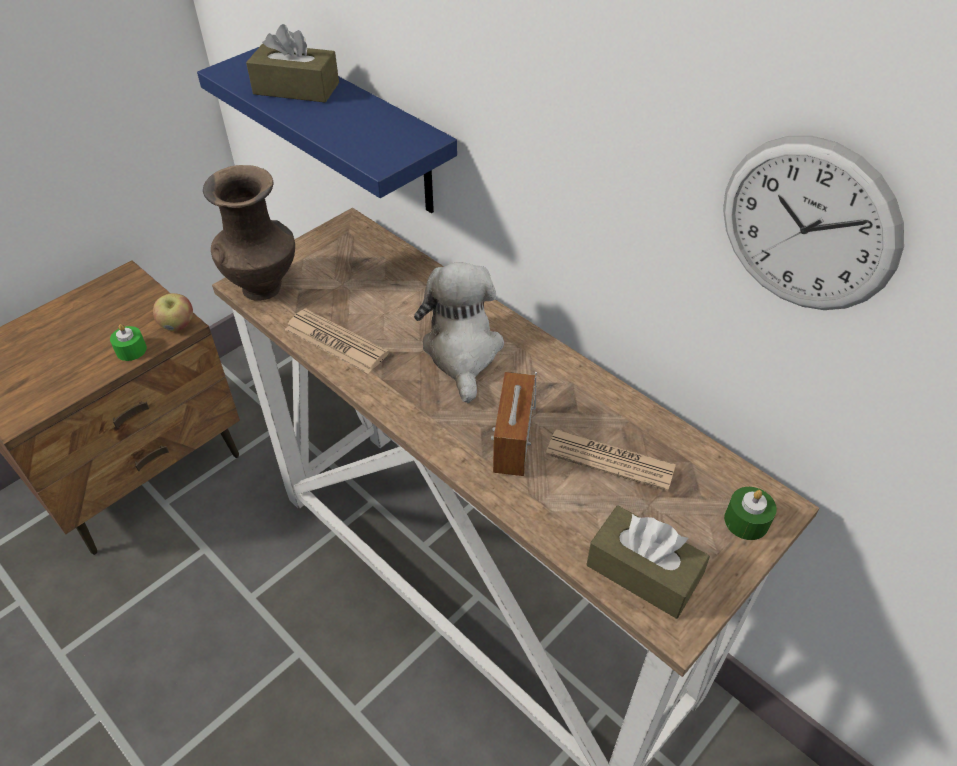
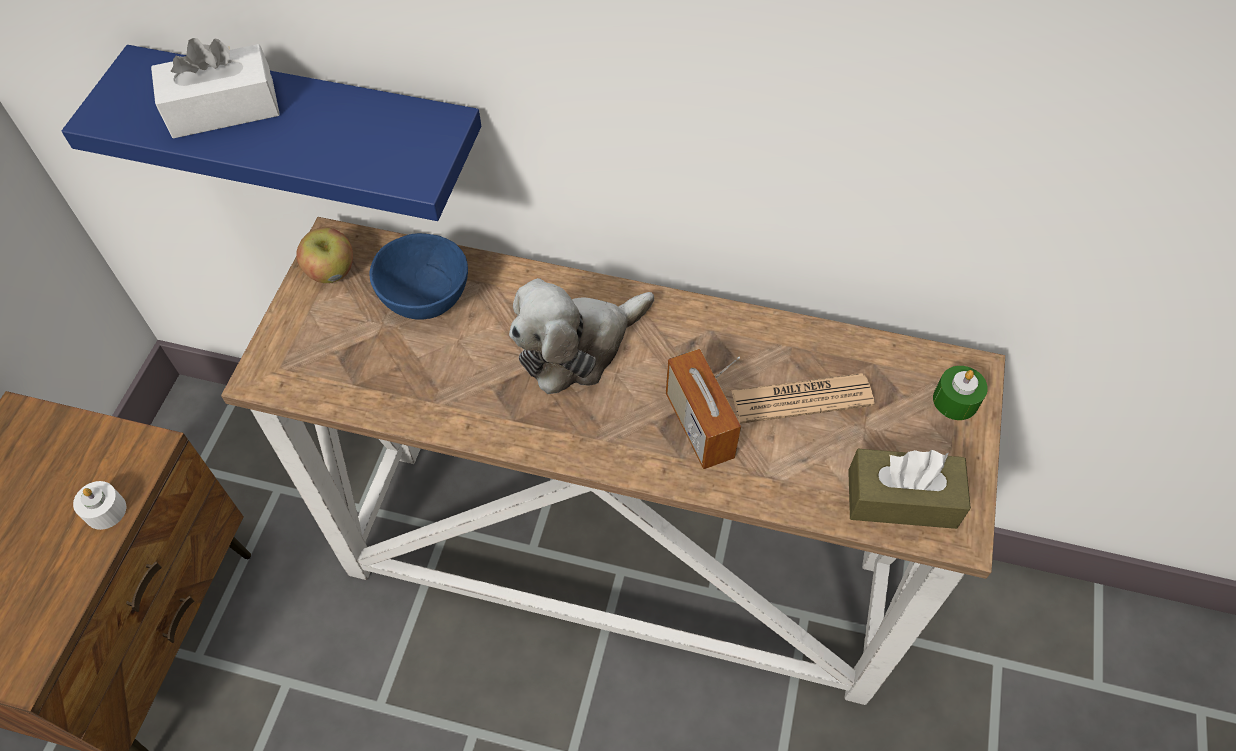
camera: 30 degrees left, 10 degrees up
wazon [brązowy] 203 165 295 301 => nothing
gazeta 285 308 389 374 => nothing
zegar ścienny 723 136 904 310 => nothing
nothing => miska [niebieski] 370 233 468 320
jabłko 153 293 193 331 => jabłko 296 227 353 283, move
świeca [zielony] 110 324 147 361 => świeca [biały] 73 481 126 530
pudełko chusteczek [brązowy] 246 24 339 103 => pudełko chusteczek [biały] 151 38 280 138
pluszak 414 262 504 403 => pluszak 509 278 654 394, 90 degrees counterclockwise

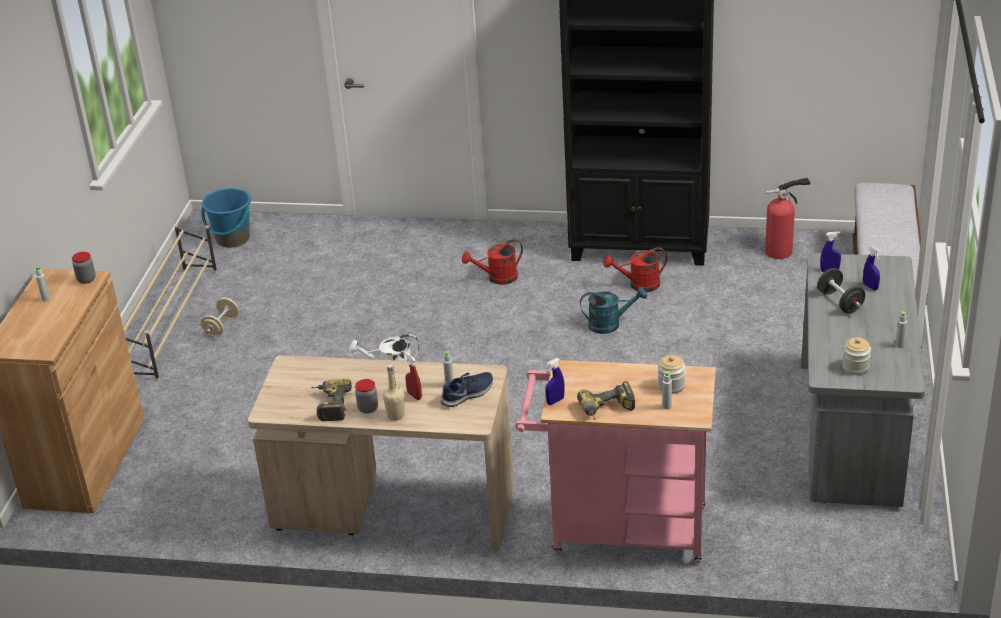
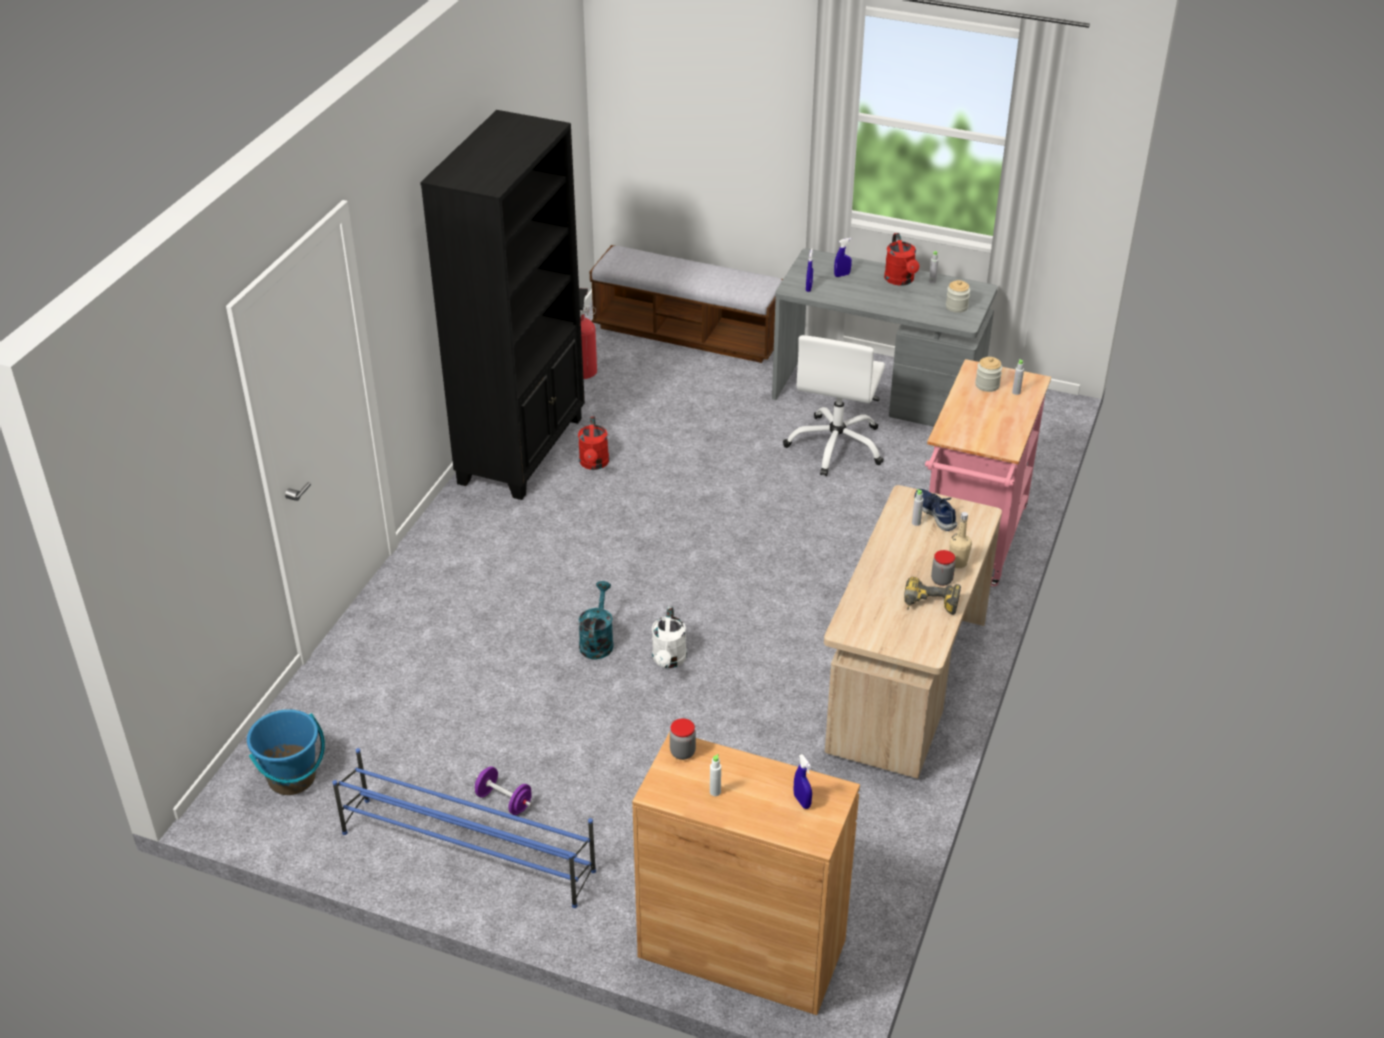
camera: 80 degrees left, 5 degrees up
spryskiwacz [czerwony] 405 352 422 400 => nothing
wiertarka 577 381 635 420 => nothing
hantel [czarny] 817 268 865 313 => nothing
nothing => krzesło biurowe [biały] 783 335 885 476
konewka [czerwony] 462 239 523 285 => konewka [czerwony] 884 233 919 286, move
spryskiwacz [niebieski] 545 358 565 405 => spryskiwacz [niebieski] 794 754 812 809, move
konewka [turkusowy] 580 287 647 334 => konewka [turkusowy] 579 581 614 659, move
regał na buty [beżowy] 123 225 217 381 => regał na buty [niebieski] 332 748 596 908
hantel [beżowy] 201 298 239 337 => hantel [fioletowy] 475 766 532 815

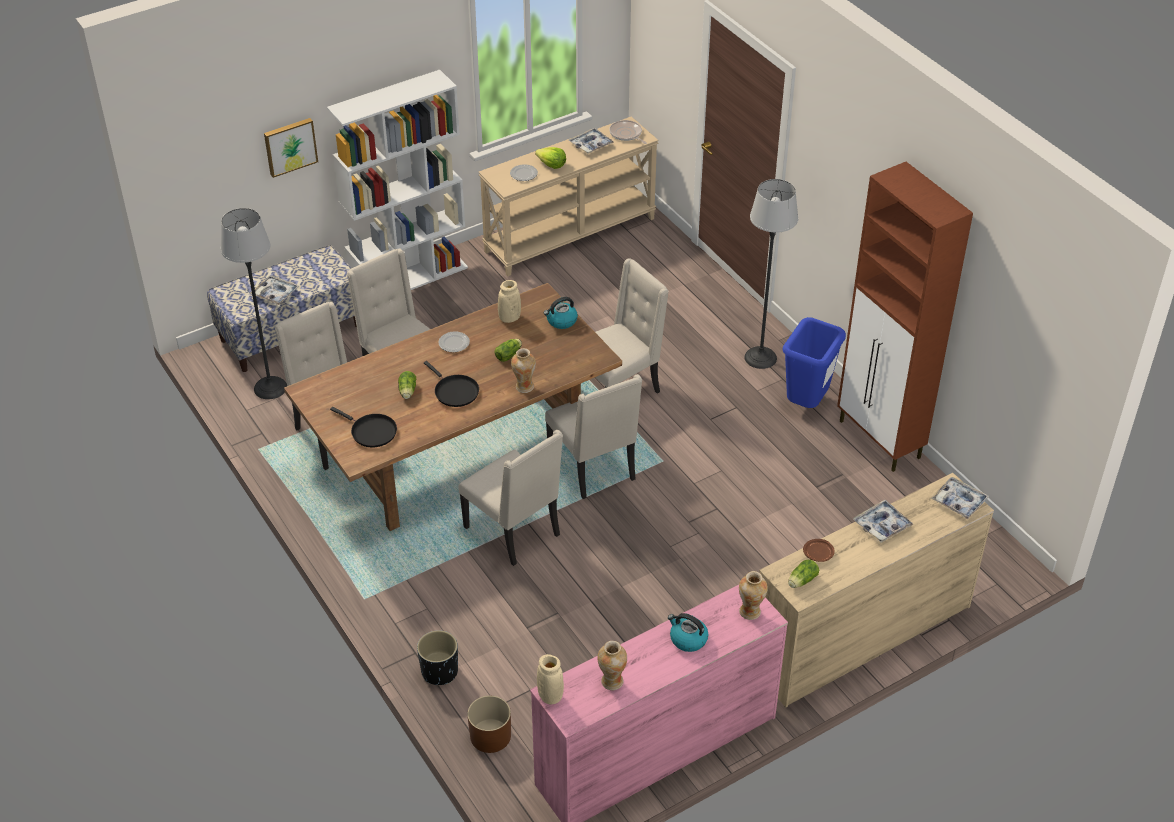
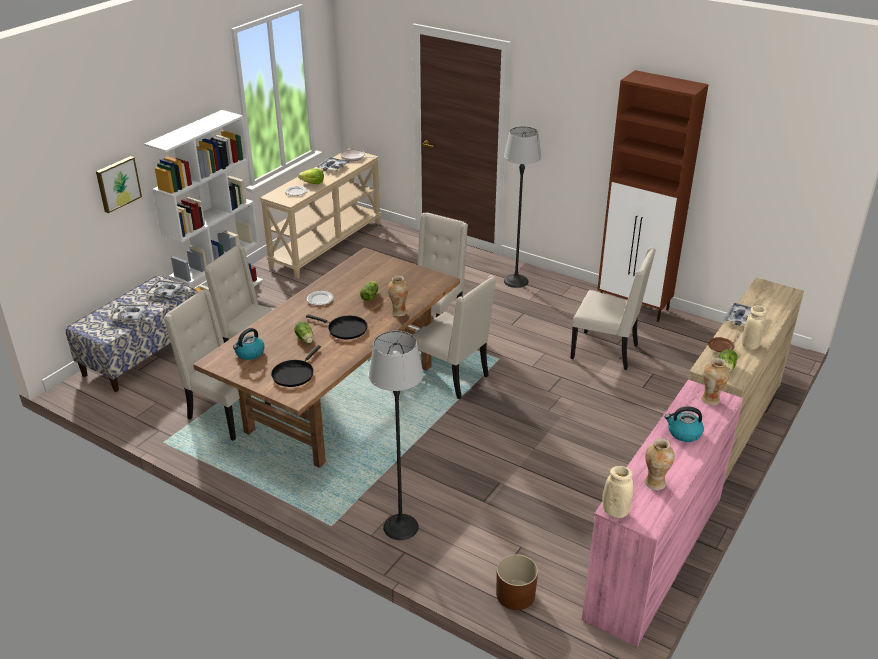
camera: 25 degrees left, 10 degrees down
donica [czarny] 417 630 458 685 => nothing
kosz na śmieci [niebieski] 782 317 846 408 => nothing
lampa stojąca 221 208 287 399 => lampa stojąca 369 331 424 540, move
krzesło [beżowy] 459 430 563 566 => krzesło [beżowy] 571 247 656 370, move
wazon [beżowy] 498 280 521 323 => wazon [beżowy] 742 306 767 350, move
czajnik 544 297 578 329 => czajnik 233 328 265 360, move
taca 930 477 989 520 => taca 144 280 187 298, move
patelnia [czarny] 330 407 397 447 => patelnia [czarny] 271 345 321 387, 105 degrees clockwise

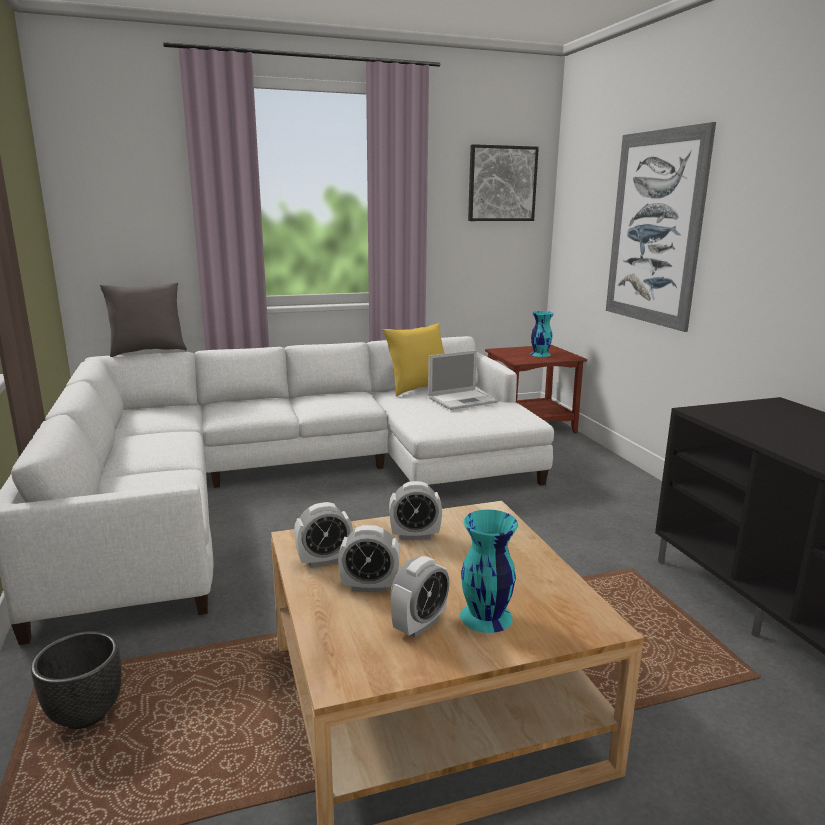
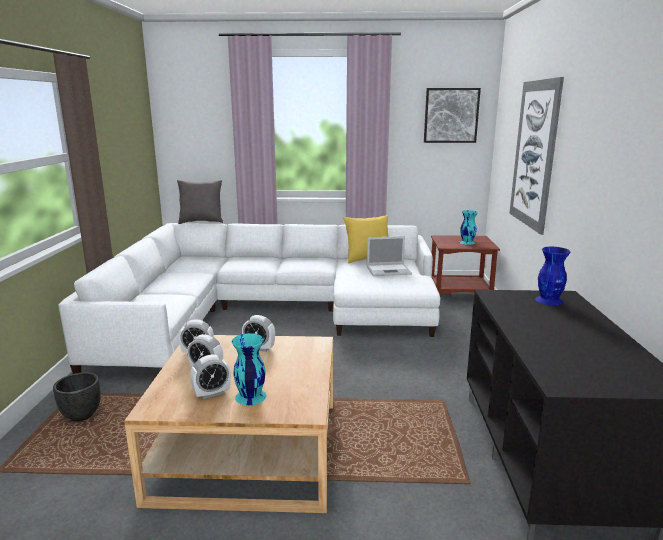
camera: 20 degrees right, 0 degrees up
nothing => wazon [niebieski] 535 247 570 305

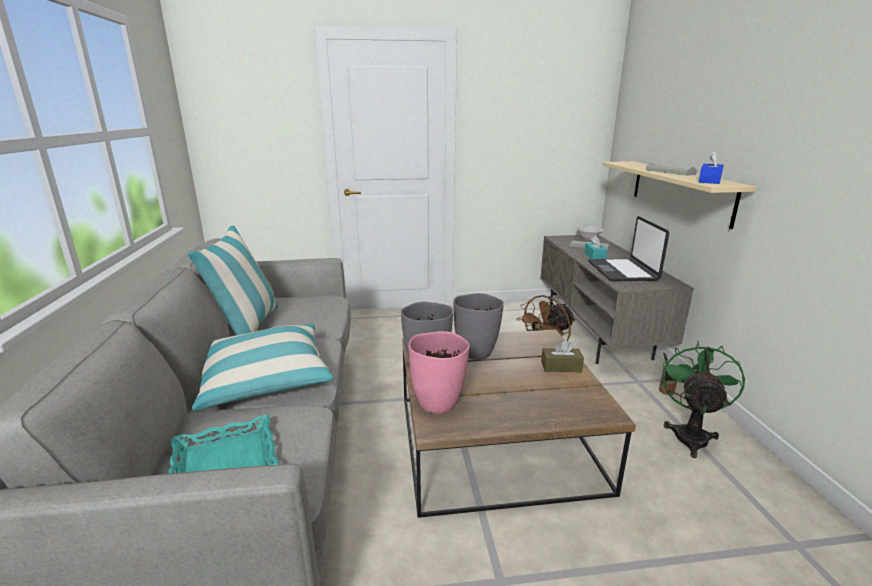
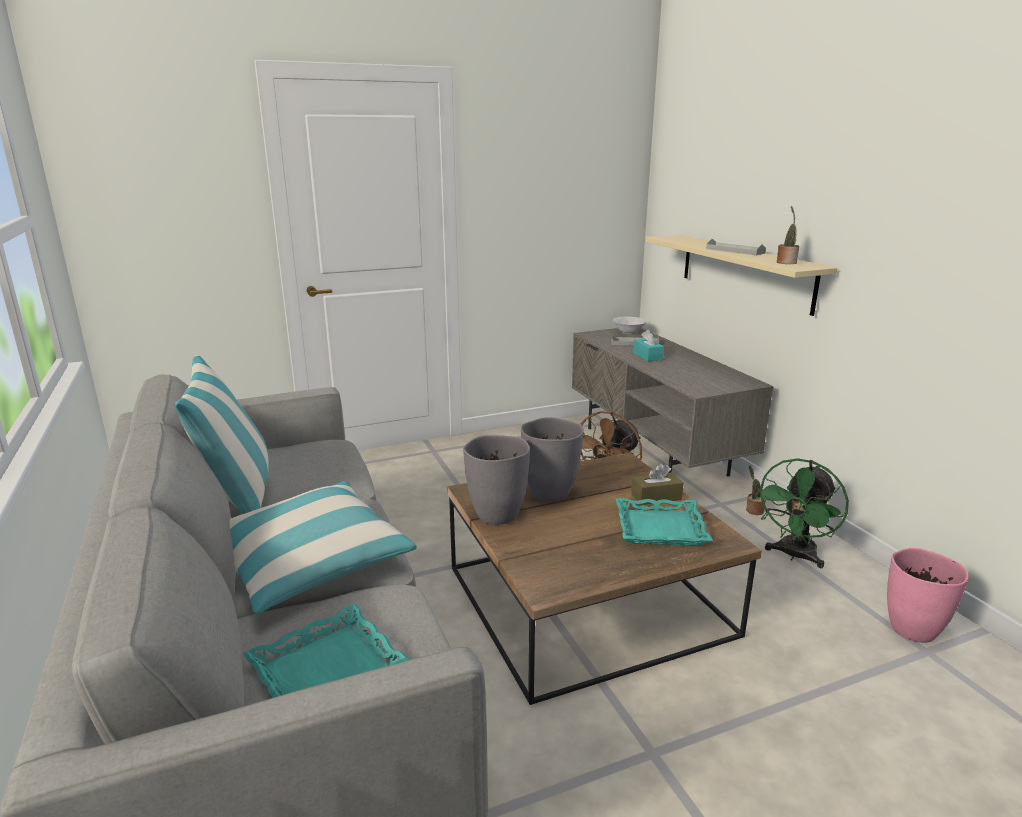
camera: 15 degrees left, 0 degrees up
laptop 588 216 669 281 => nothing
nothing => taca [turkusowy] 616 498 713 545
wazon [różowy] 409 331 470 414 => wazon [różowy] 887 548 968 643, move
pudełko chusteczek [niebieski] 699 150 724 184 => roślina doniczkowa 777 206 799 264
wentylator [zielony] 662 341 745 458 => wentylator [zielony] 755 458 849 568, 150 degrees counterclockwise

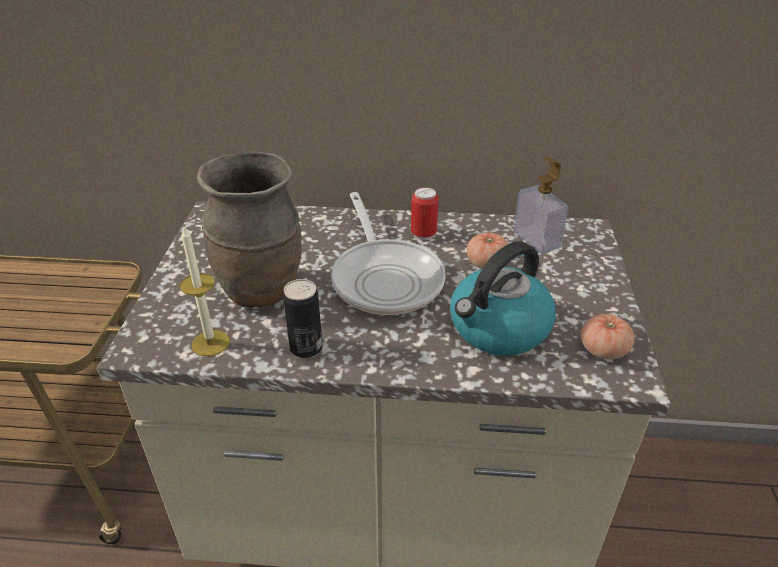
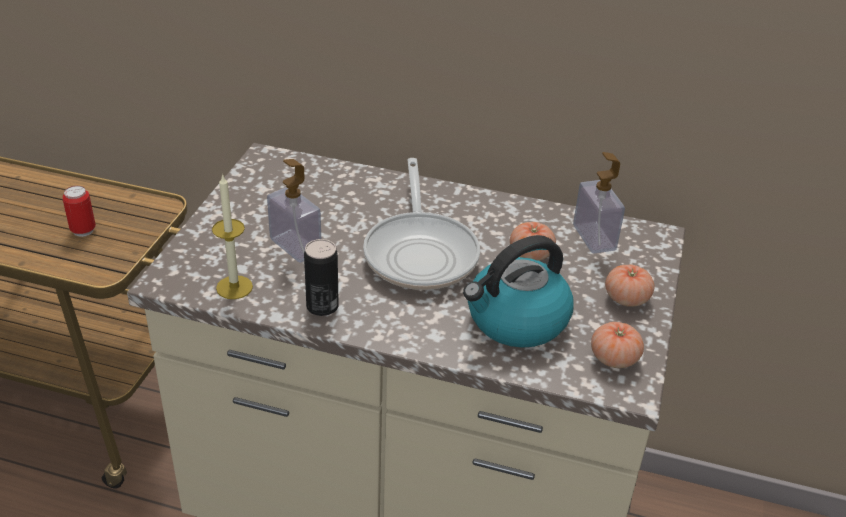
camera: 10 degrees right, 0 degrees up
nothing => pomidor 605 264 655 307
puszka 411 187 438 240 => puszka 62 186 96 237, move
wazon [brązowy] 197 152 302 307 => dozownik mydła 267 159 321 263

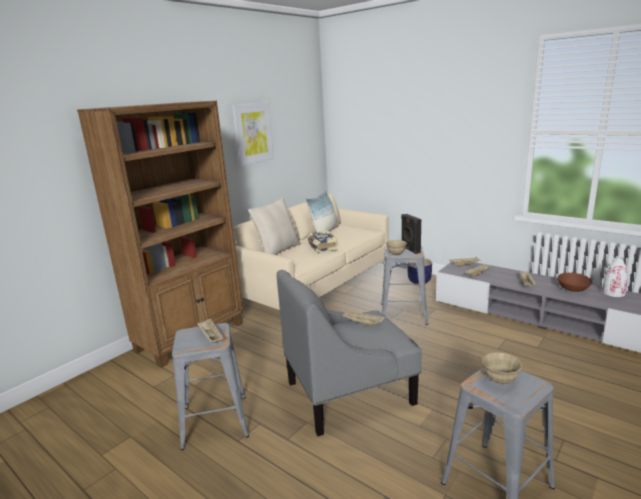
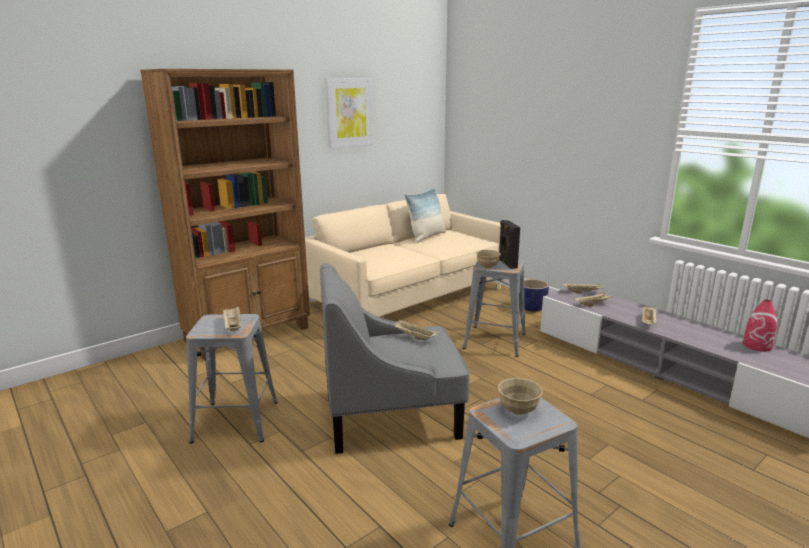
camera: 10 degrees right, 0 degrees up
poduszka [beżowy] 248 197 301 255 => nothing
książka 308 231 338 253 => nothing
miska [brązowy] 558 273 592 292 => nothing
wazon [biały] 602 257 628 297 => wazon [czerwony] 743 299 777 352

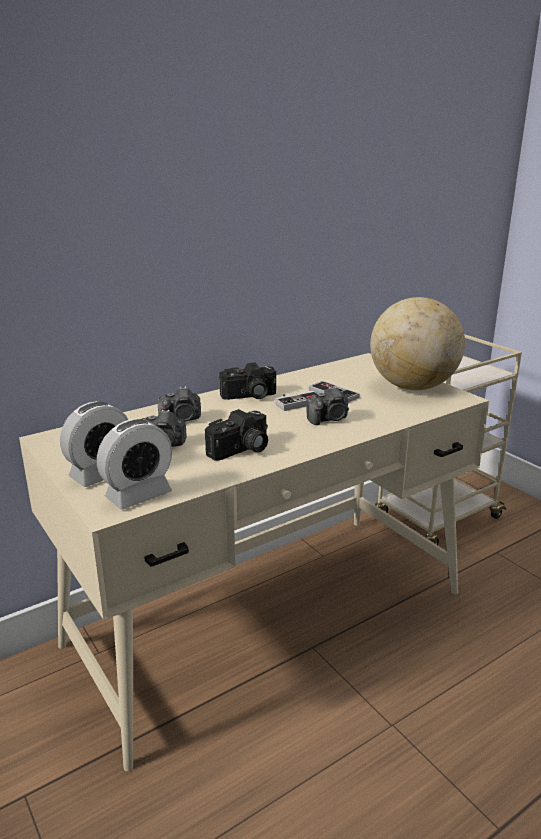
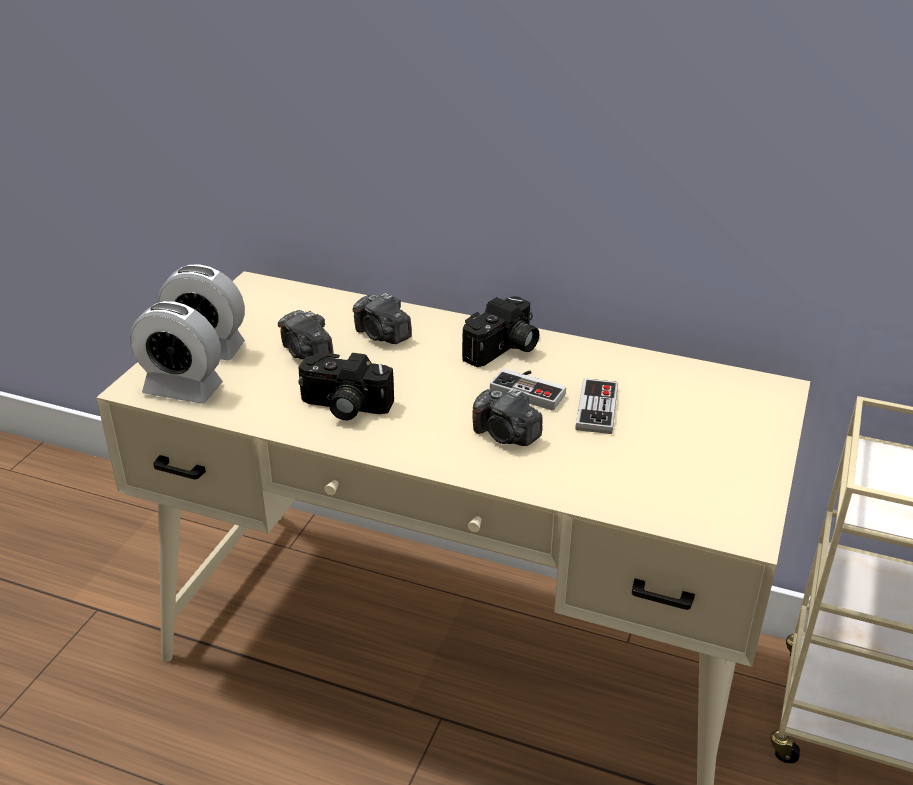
camera: 55 degrees right, 10 degrees up
globus 370 297 465 390 => nothing
aparat fotograficzny 219 362 276 400 => aparat fotograficzny 462 296 539 367, 90 degrees counterclockwise

